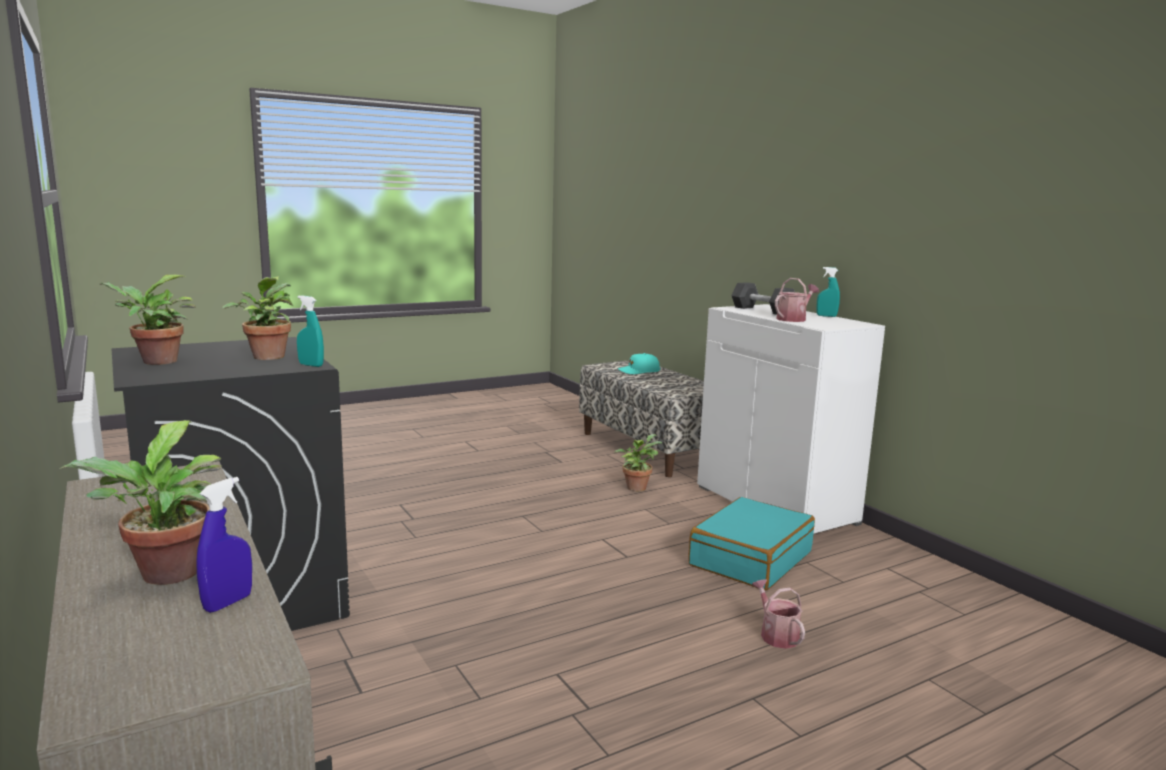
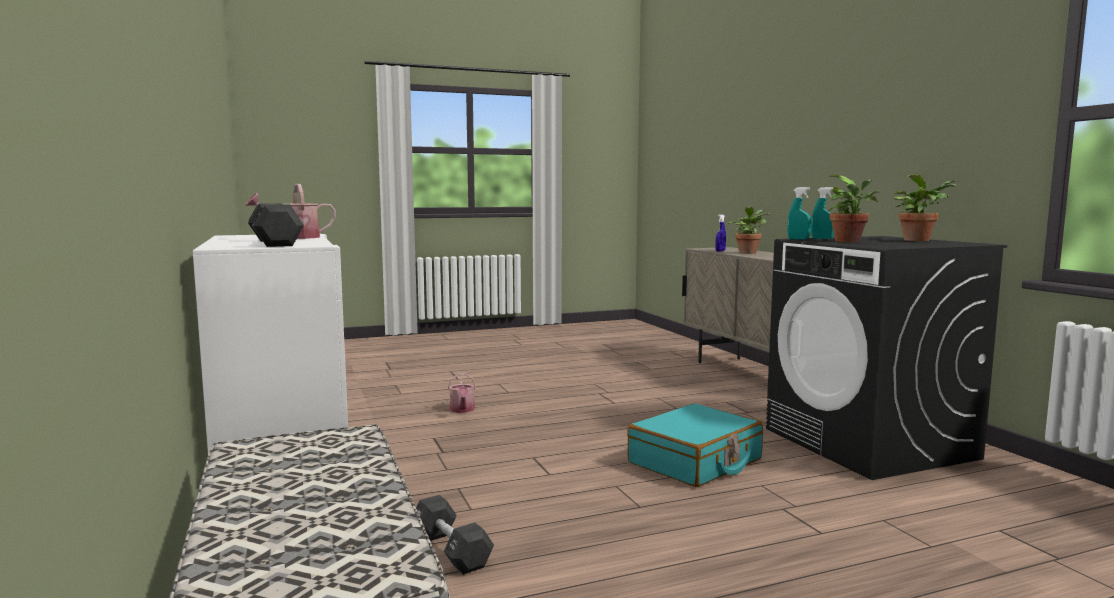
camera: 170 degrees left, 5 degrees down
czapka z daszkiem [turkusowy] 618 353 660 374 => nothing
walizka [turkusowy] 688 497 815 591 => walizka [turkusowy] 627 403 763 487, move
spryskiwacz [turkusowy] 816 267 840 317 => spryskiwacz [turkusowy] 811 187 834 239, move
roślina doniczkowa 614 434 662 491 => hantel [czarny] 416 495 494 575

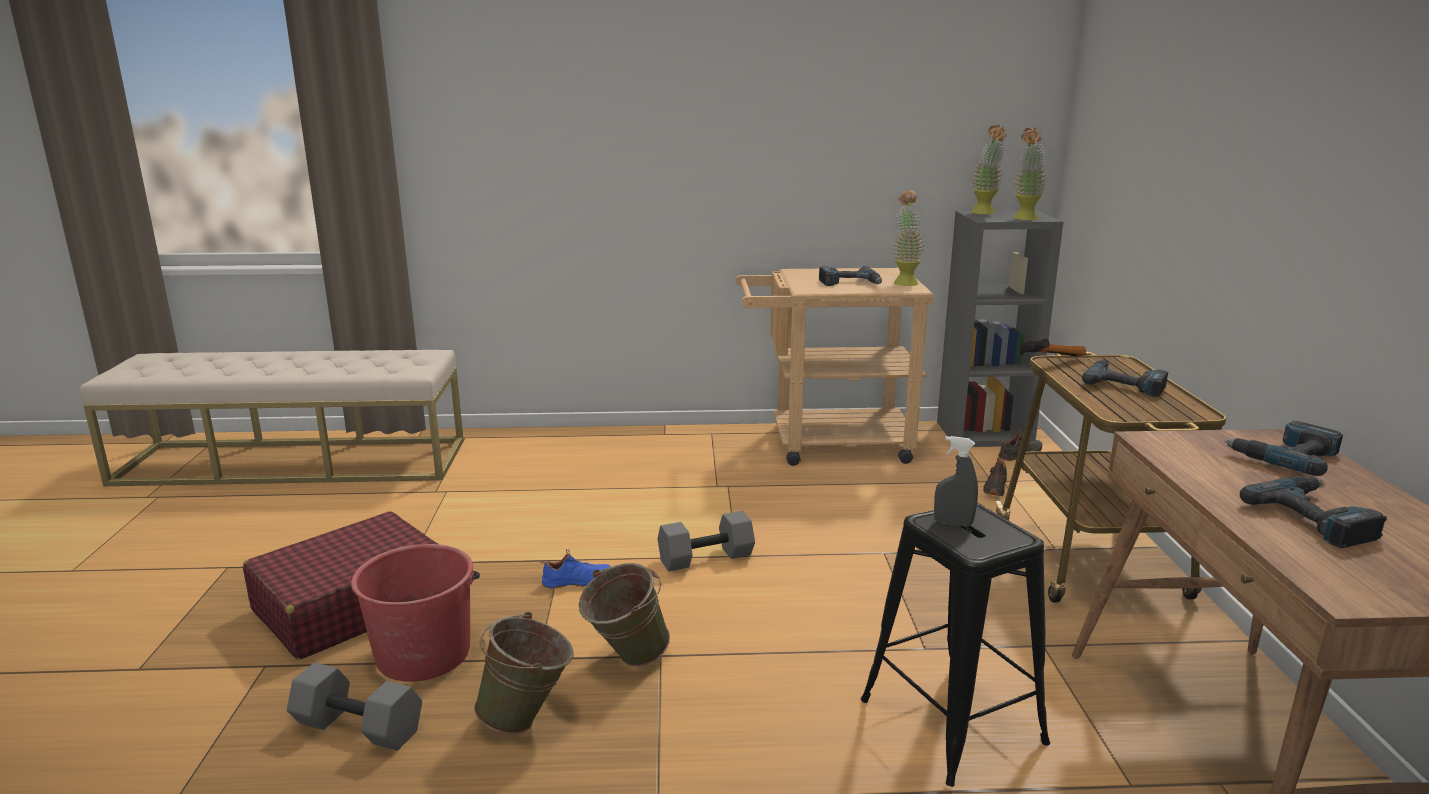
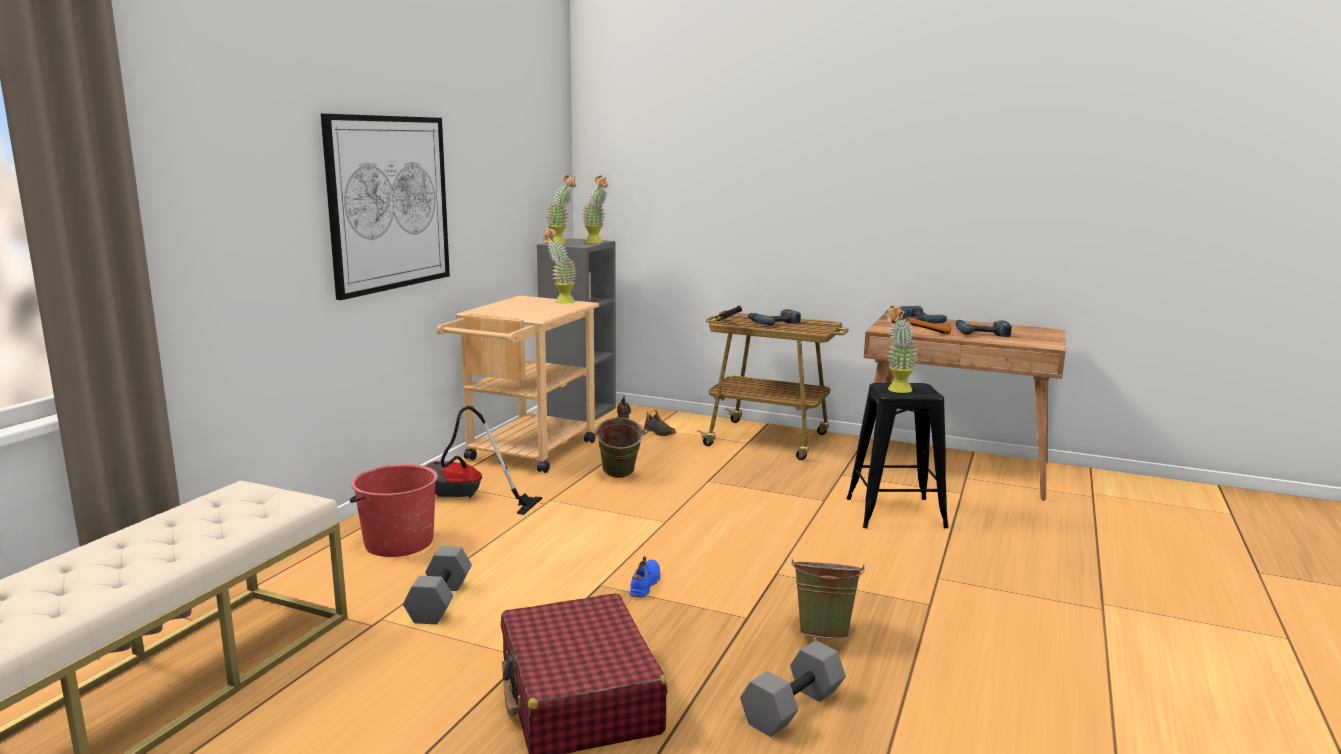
camera: 65 degrees left, 5 degrees down
wiertarka 819 266 882 286 => nothing
nothing => obraz 321 114 450 300
nothing => odkurzacz 426 406 543 515
nothing => młotek 891 312 951 335
wiadro [czerwony] 351 544 480 682 => wiadro [czerwony] 350 464 438 557, move
wiadro [zielony] 579 563 670 666 => wiadro [zielony] 594 417 645 478, move
hantel [szary] 658 511 755 571 => hantel [szary] 403 546 472 624, move
spryskiwacz [szary] 934 436 978 527 => roślina doniczkowa 885 306 918 393

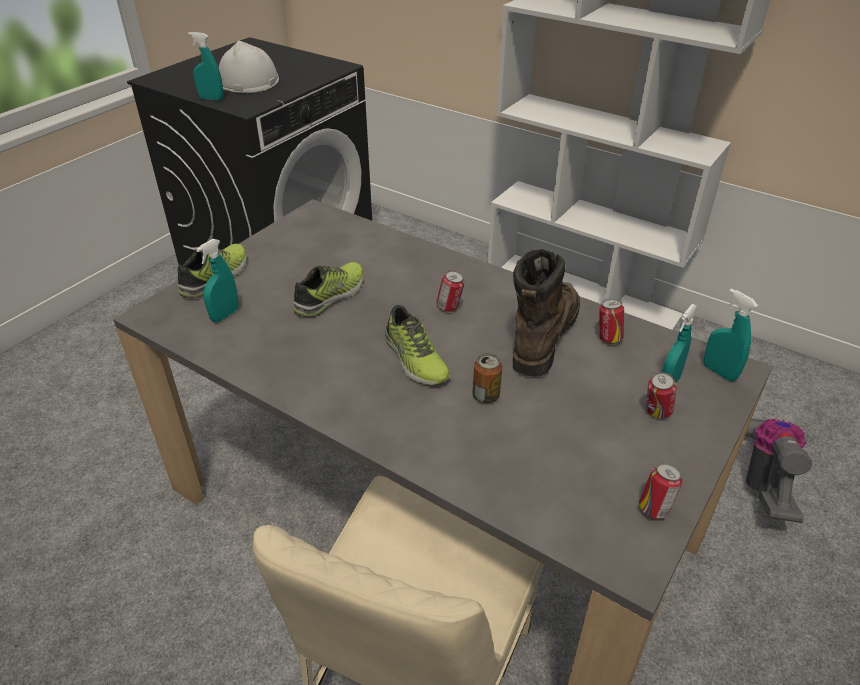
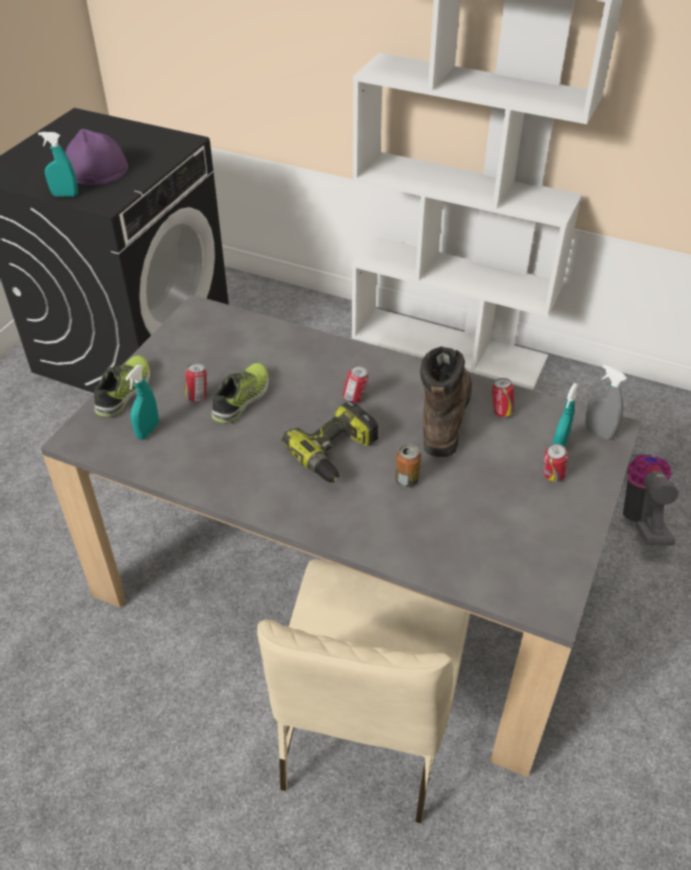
camera: 10 degrees left, 5 degrees up
puszka 639 463 683 519 => puszka 185 363 207 402, move
but 385 305 450 385 => wiertarka 281 401 378 483
kask [biały] 219 41 279 93 => kask [fioletowy] 65 129 128 185
spryskiwacz [turkusowy] 704 288 758 381 => spryskiwacz [szary] 585 365 627 440

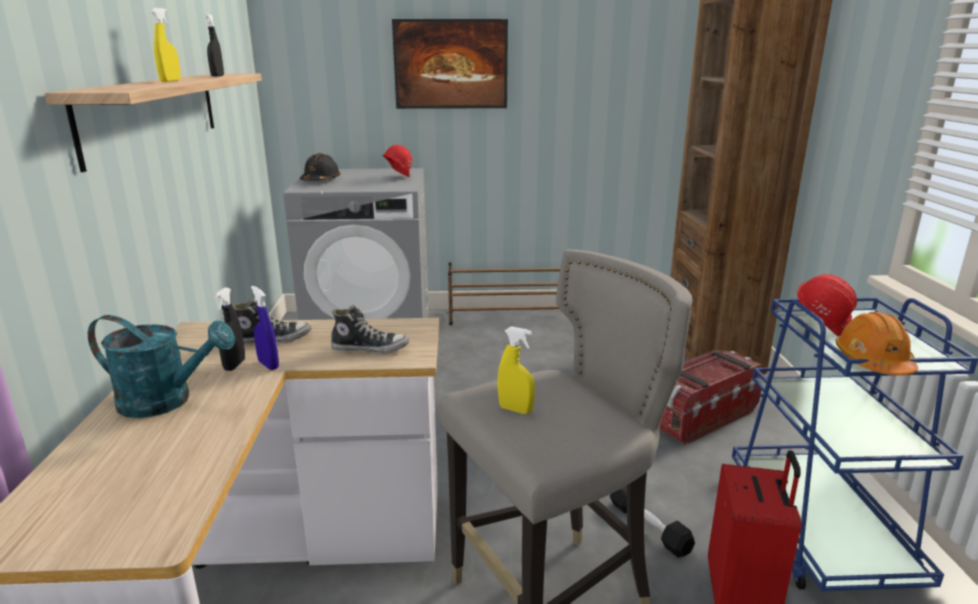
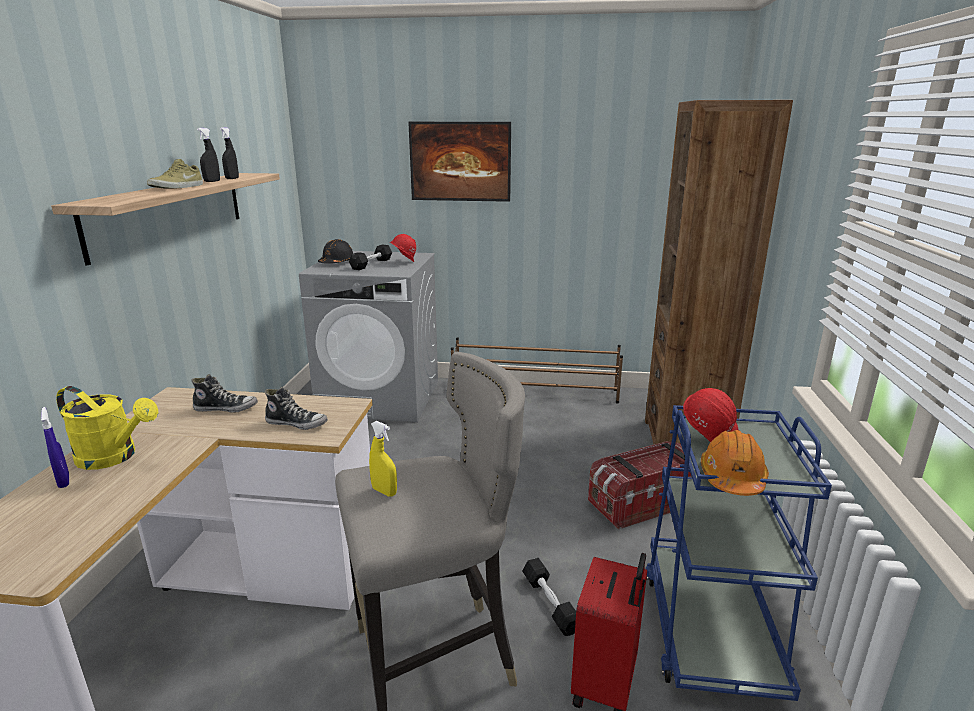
camera: 10 degrees right, 0 degrees up
nothing => hantel [czarny] 349 245 392 270
spryskiwacz [czarny] 214 287 245 371 => spryskiwacz [czarny] 197 128 220 182, move
spryskiwacz [niebieski] 251 286 279 370 => spryskiwacz [niebieski] 41 407 69 488, move
spryskiwacz [żółty] 151 8 181 82 => but [beżowy] 147 159 203 189
konewka [turkusowy] 88 315 235 418 => konewka [żółty] 56 386 158 470

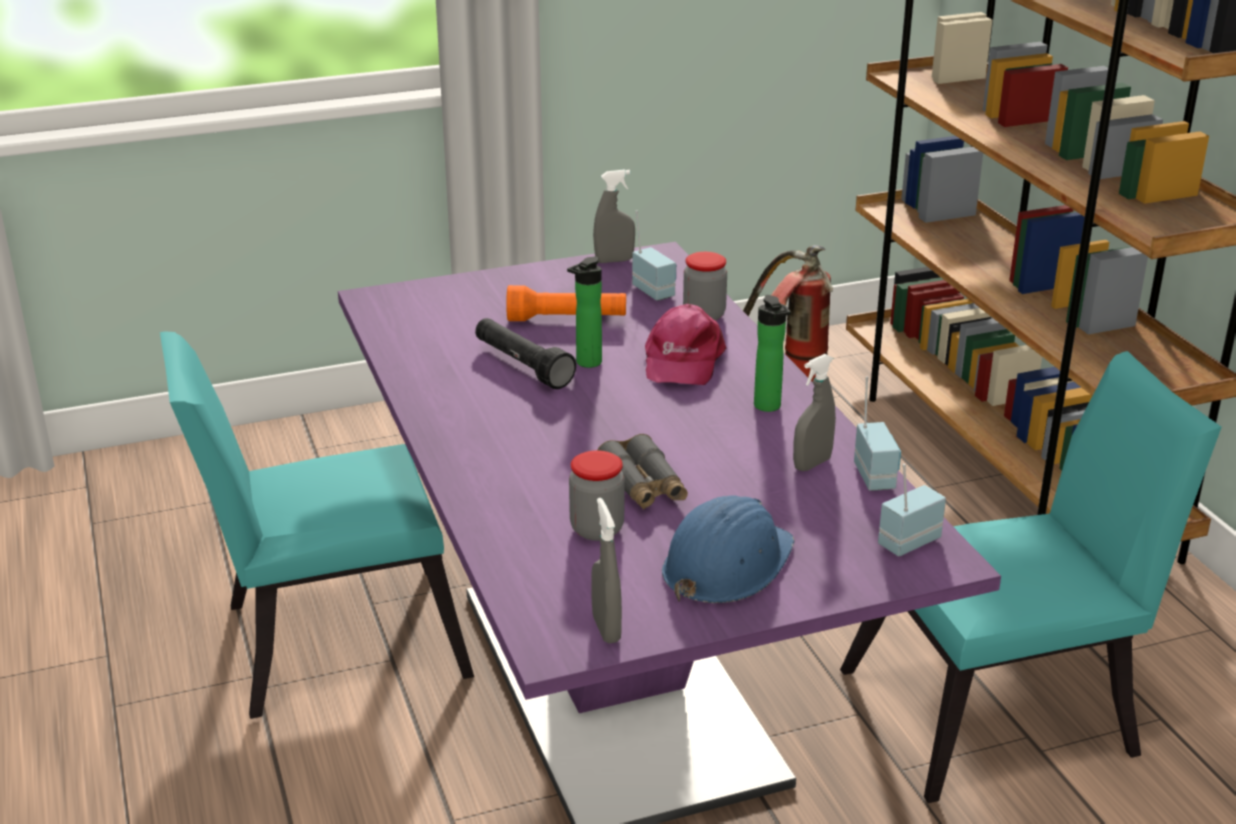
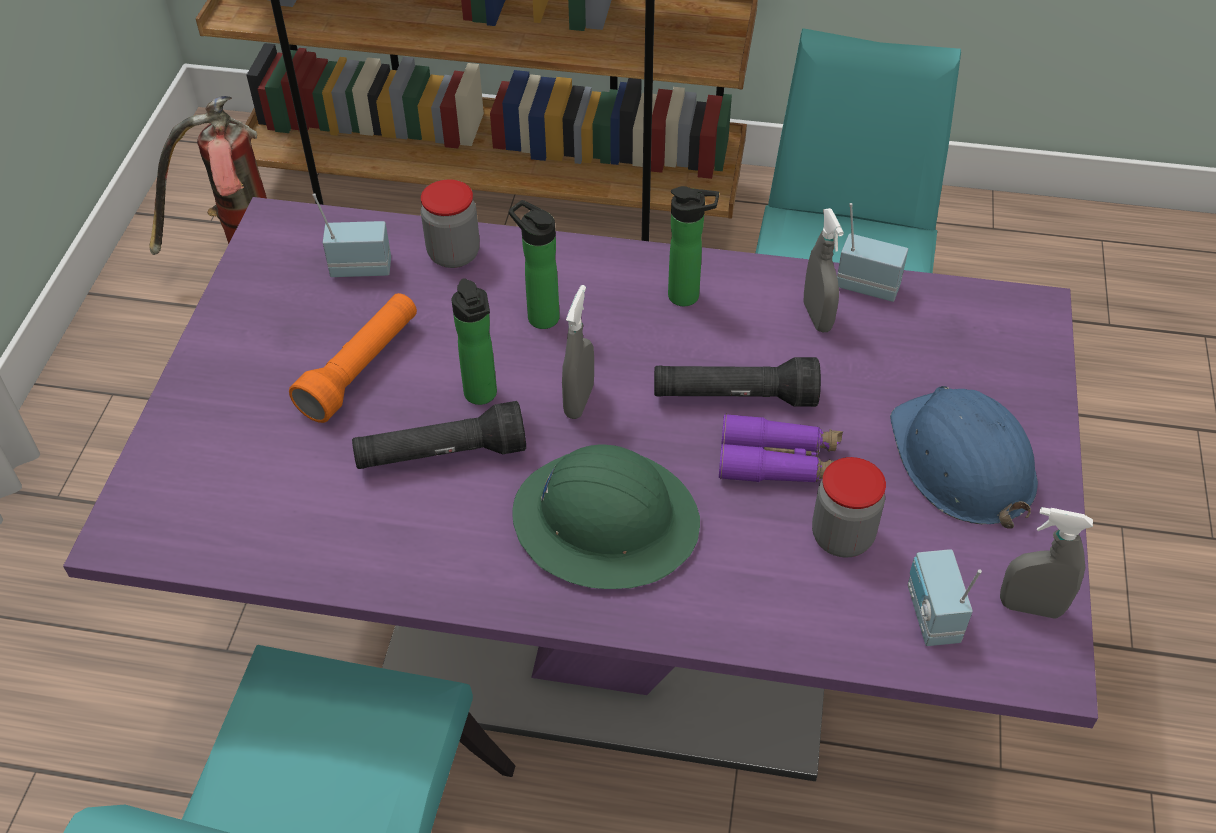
camera: 60 degrees left, 20 degrees up
nothing => kask [zielony] 512 445 700 589
nothing => latarka [czarny] 654 357 821 407
spryskiwacz [szary] 593 169 635 263 => spryskiwacz [szary] 562 285 594 419, move
radio 878 463 946 557 => radio 908 549 982 646, move
czapka z daszkiem [różowy] 645 304 726 385 => butelka 509 200 560 329
lornetka [szary] 597 434 688 509 => lornetka [fioletowy] 719 413 843 483

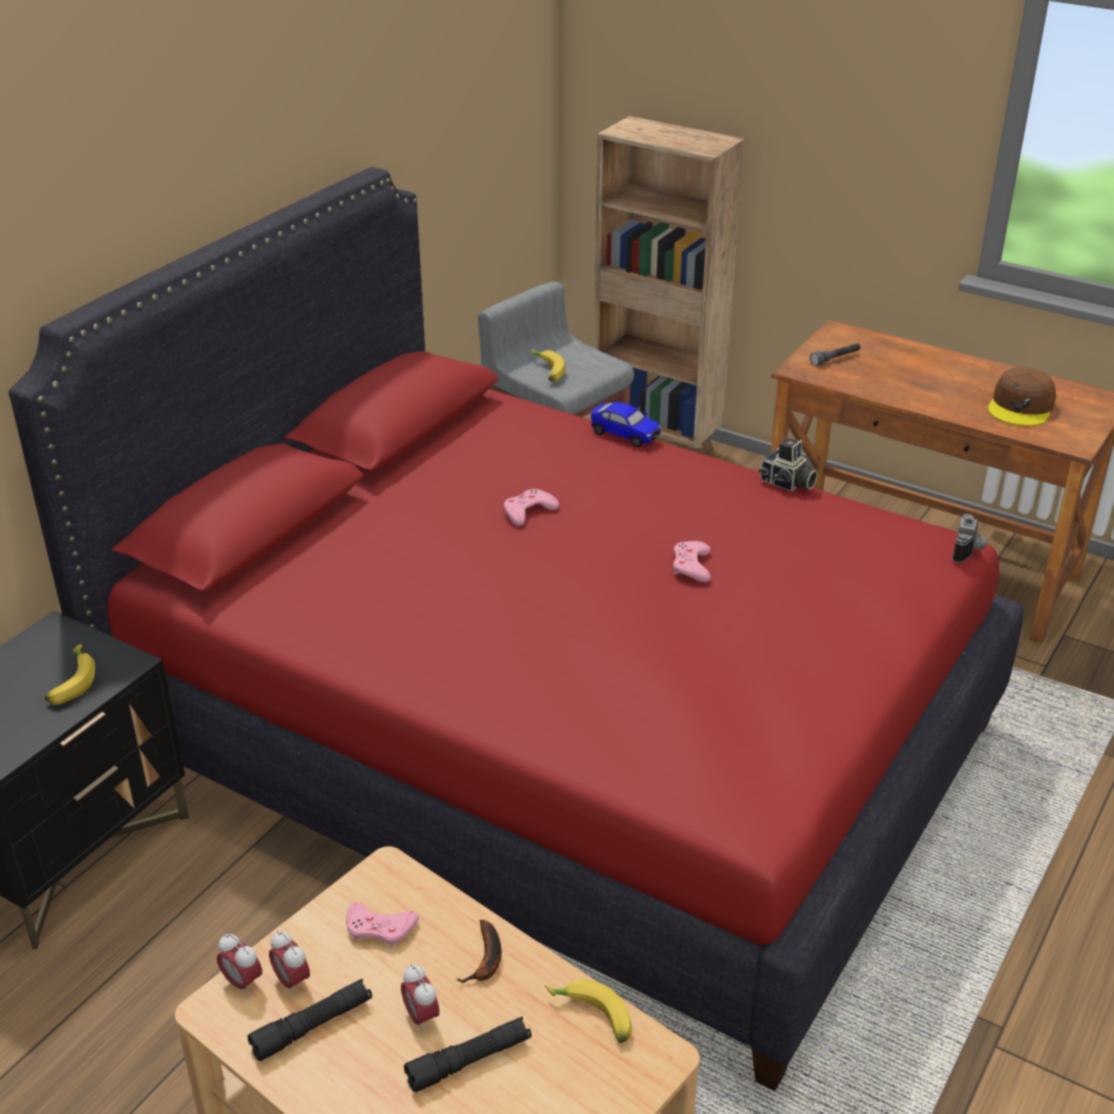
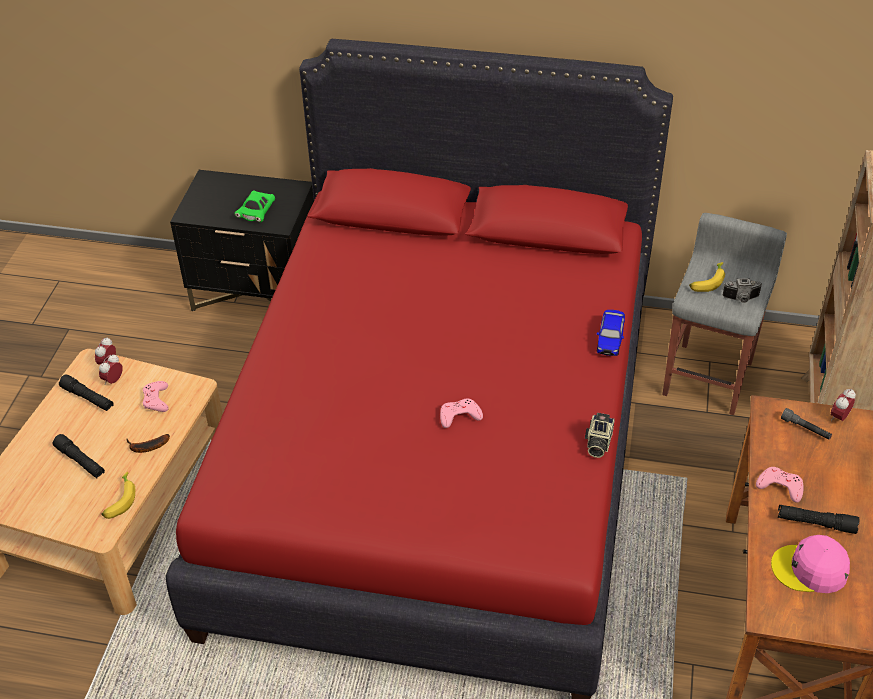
camera: 70 degrees right, 10 degrees up
nothing => latarka [czarny] 778 505 859 534
budzik 401 964 439 1032 => budzik 831 389 856 421, move
pad do gier [różowy] 504 489 559 526 => pad do gier [różowy] 756 467 803 503, move
aparat fotograficzny 952 514 987 563 => aparat fotograficzny 723 278 762 303, move
banan 45 644 95 705 => samochodzik [zielony] 234 190 275 222
czapka z daszkiem [brązowy] 988 367 1056 426 => czapka z daszkiem [różowy] 771 535 850 593

